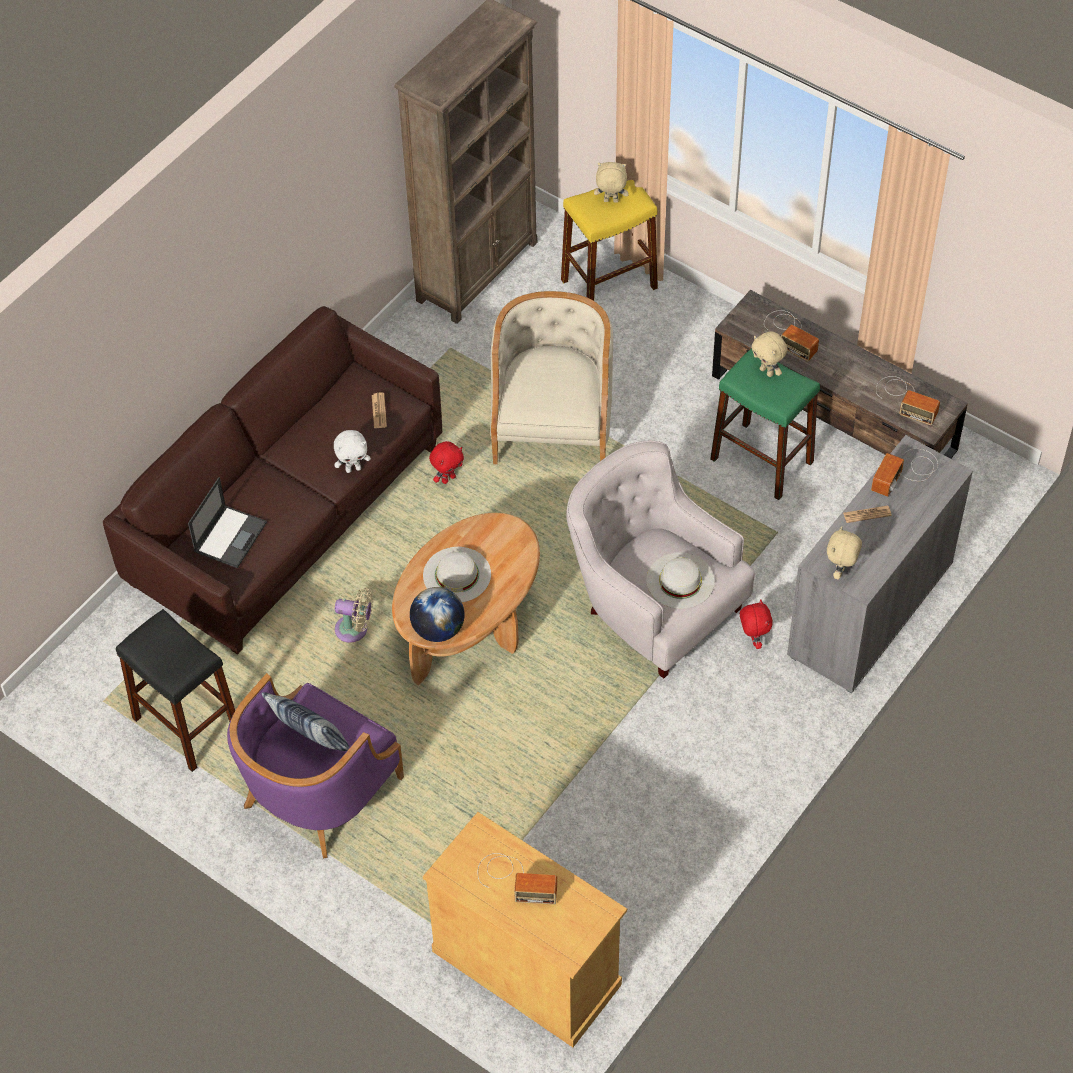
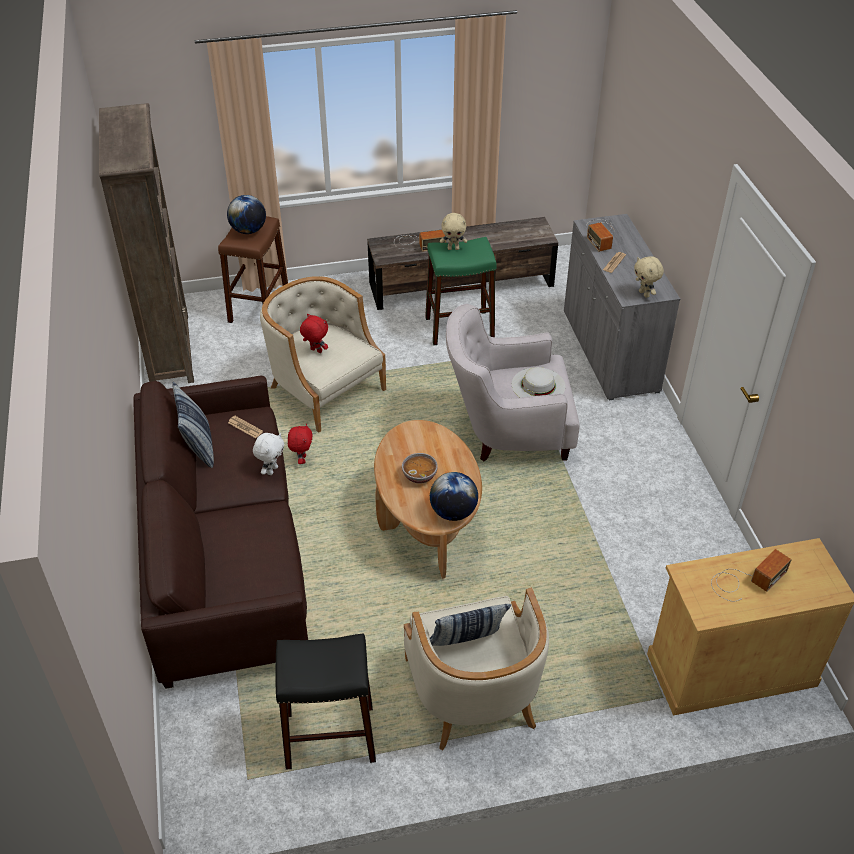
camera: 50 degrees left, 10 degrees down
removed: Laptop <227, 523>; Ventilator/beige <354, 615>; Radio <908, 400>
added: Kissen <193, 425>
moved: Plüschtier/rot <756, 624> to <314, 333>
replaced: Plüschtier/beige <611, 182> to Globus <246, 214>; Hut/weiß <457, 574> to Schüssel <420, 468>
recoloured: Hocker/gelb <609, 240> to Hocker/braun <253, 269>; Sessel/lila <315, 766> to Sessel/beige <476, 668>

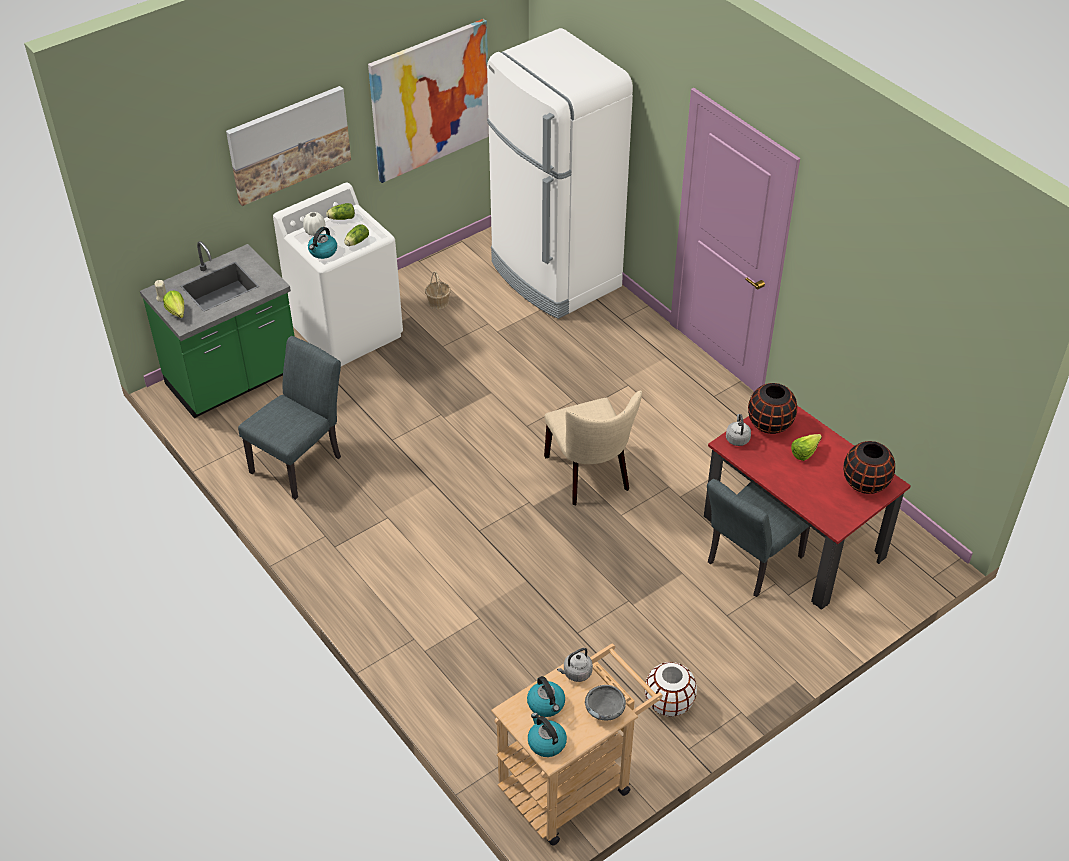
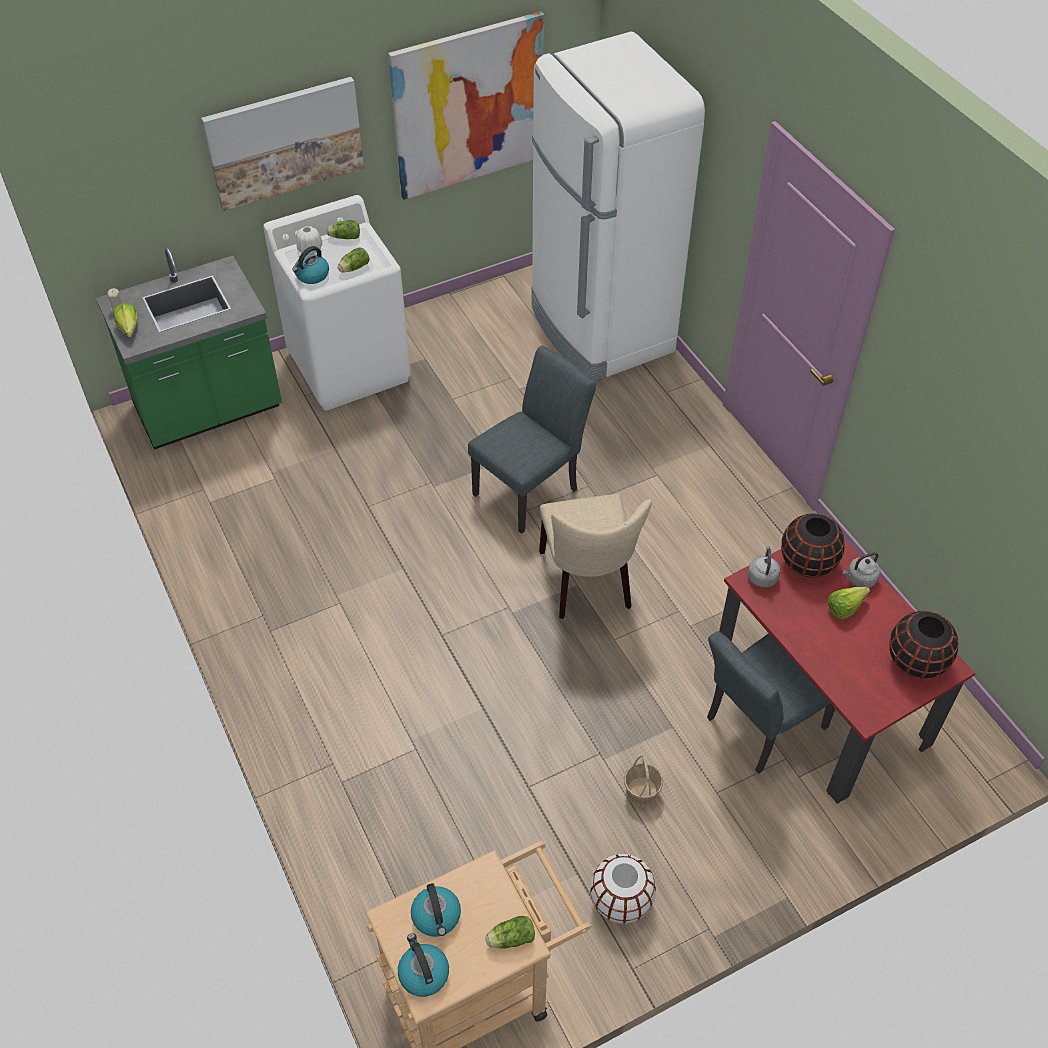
camera: 10 degrees right, 5 degrees up
moved: Stuhl/grau <289, 418> to <532, 440>; Korb <438, 290> to <643, 781>; Wasserkessel/grau <575, 665> to <861, 570>
replaced: Schüssel/grau <605, 703> to Salatkopf <510, 932>

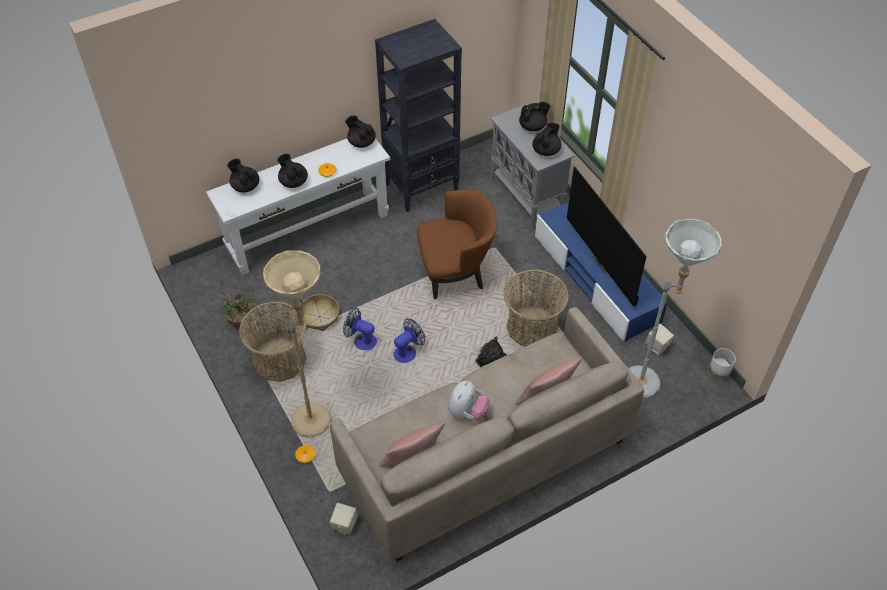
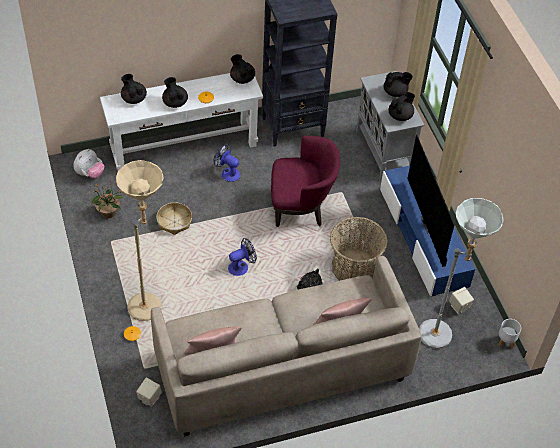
camera: 10 degrees right, 0 degrees up
removed: Korb <273, 341>
moved: Plüschtier <469, 400> to <89, 164>; Ventilator <360, 329> to <226, 163>
recoloured: Sessel/braun <457, 244> to Sessel/lila <305, 181>

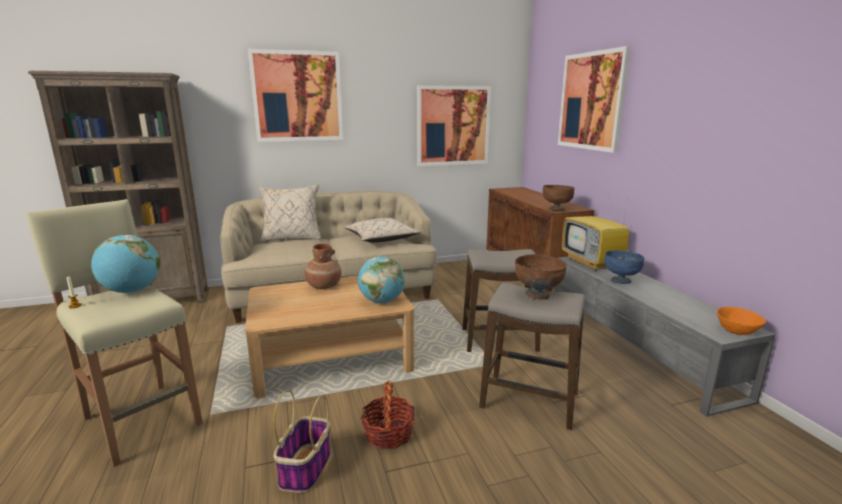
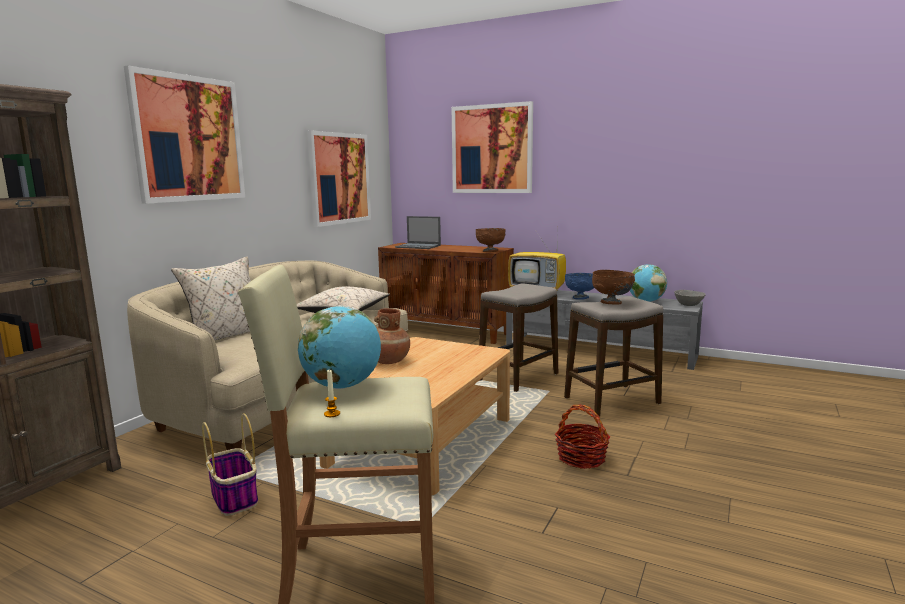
camera: 45 degrees left, 5 degrees down
added: Laptop <418, 232>
moved: Korb <302, 441> to <230, 464>; Globus <381, 280> to <648, 283>
recoloured: Schüssel/orange <741, 321> to Schüssel/grau <690, 298>

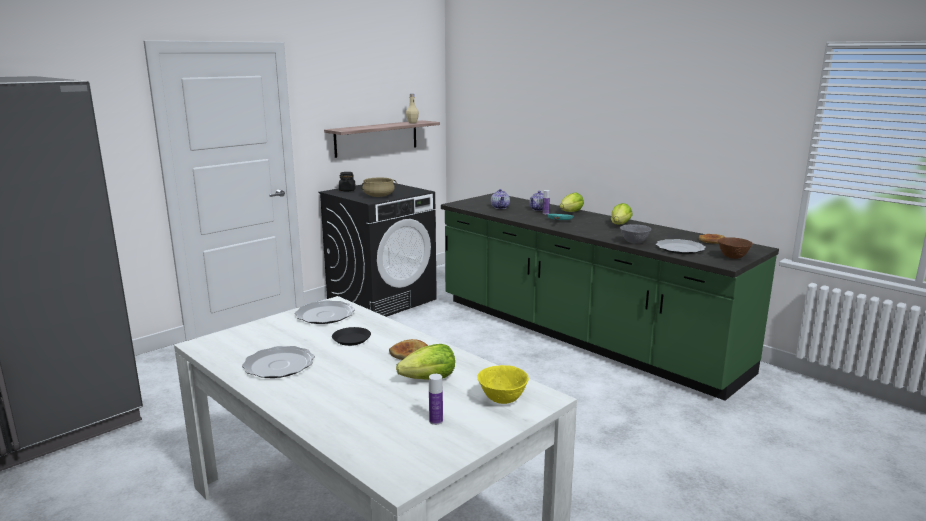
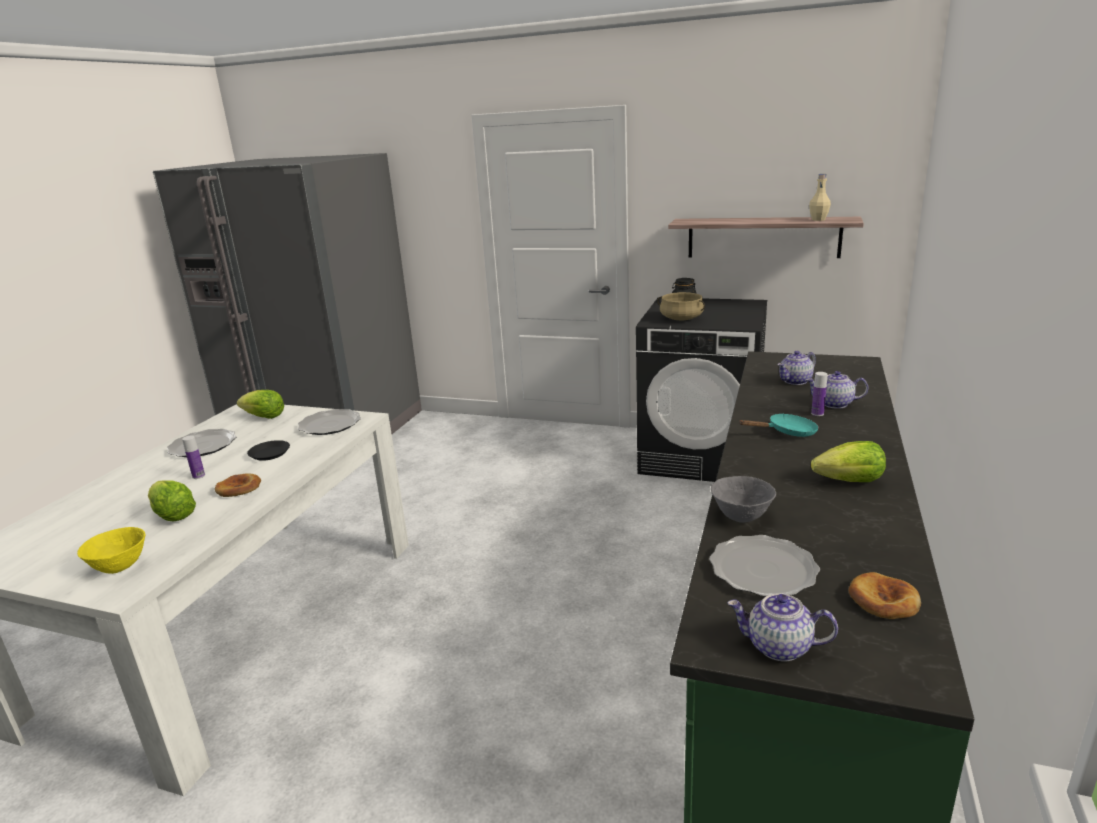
camera: 65 degrees right, 5 degrees up
moved: Flasche <436, 399> to <193, 457>; Salatkopf <572, 202> to <260, 404>
replaced: Schüssel/braun <735, 248> to Teekanne <782, 627>

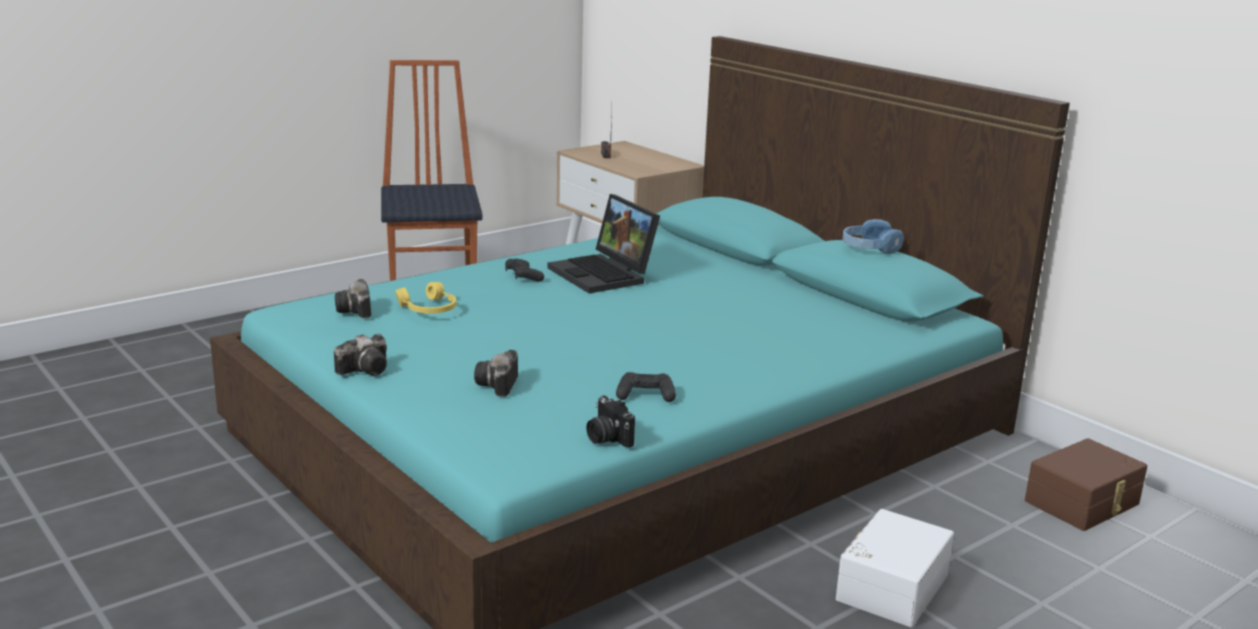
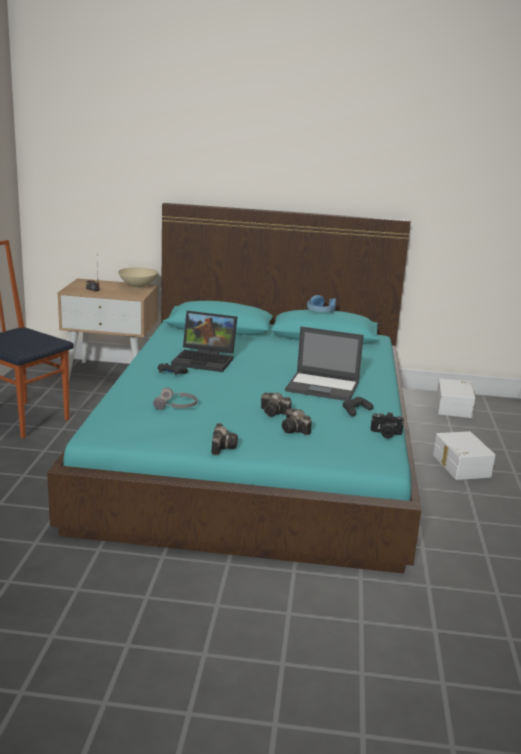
camera: 45 degrees left, 0 degrees up
added: Schüssel/beige <138, 277>; Laptop <324, 363>
moved: Kamera <353, 298> to <276, 404>
recoloured: Kopfhörer/gelb <425, 298> to Kopfhörer/grau <175, 399>; Aufbewahrungsbox/braun <1086, 484> to Aufbewahrungsbox/weiß <455, 398>

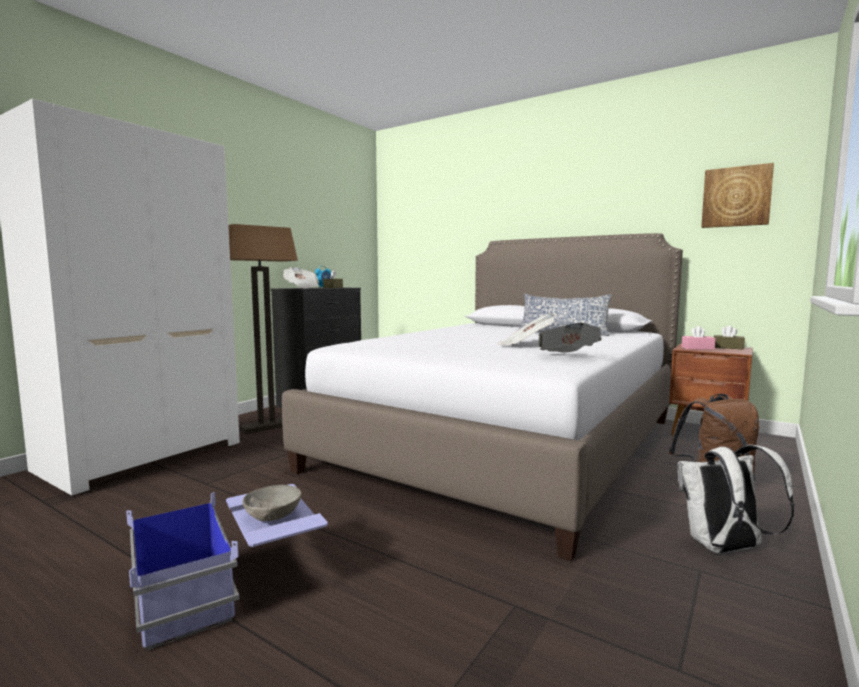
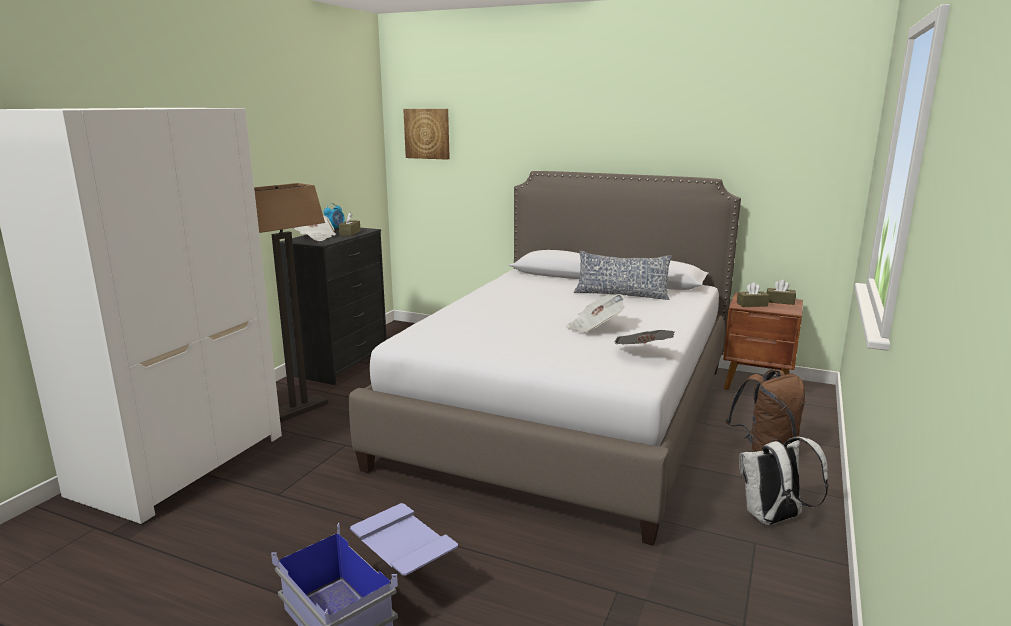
camera: 10 degrees left, 10 degrees up
removed: Schüssel/grau <271, 503>
moved: Bild <737, 195> to <426, 134>
recoloured: Taschentuchbox/rosa <698, 338> to Taschentuchbox/braun <753, 294>

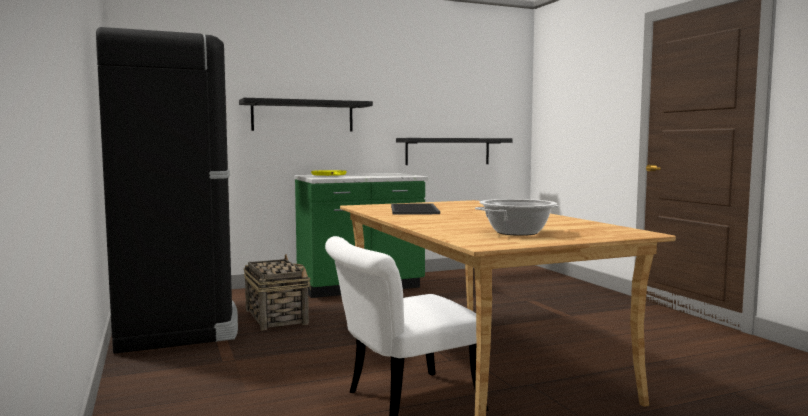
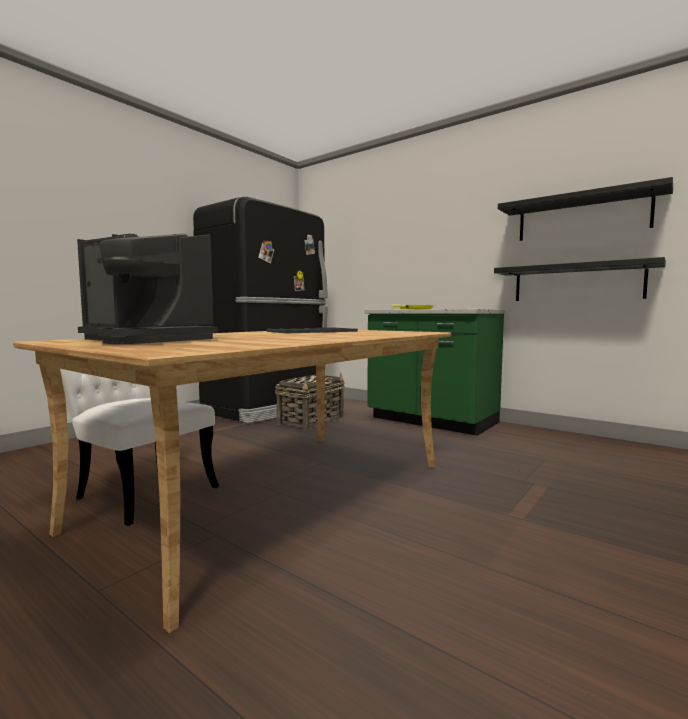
camera: 60 degrees right, 0 degrees up
moved: Wandregal/schwarz <306, 115> to <585, 209>
replaced: Kochtopf <517, 217> to Kaffeemaschine <147, 288>

